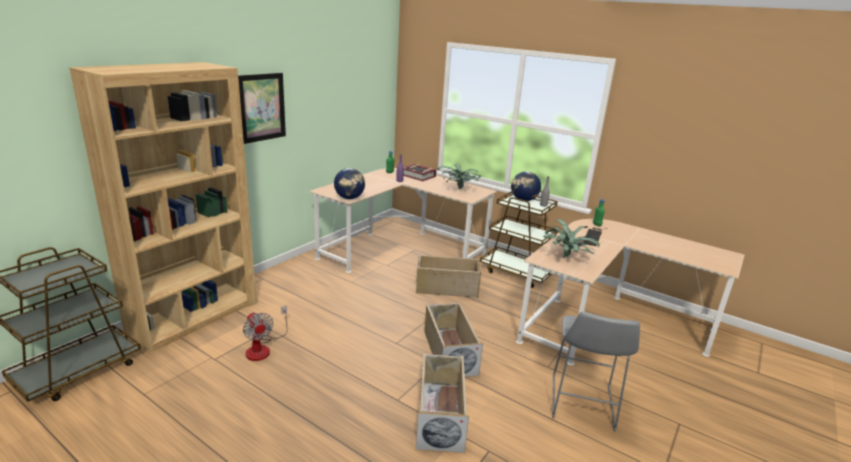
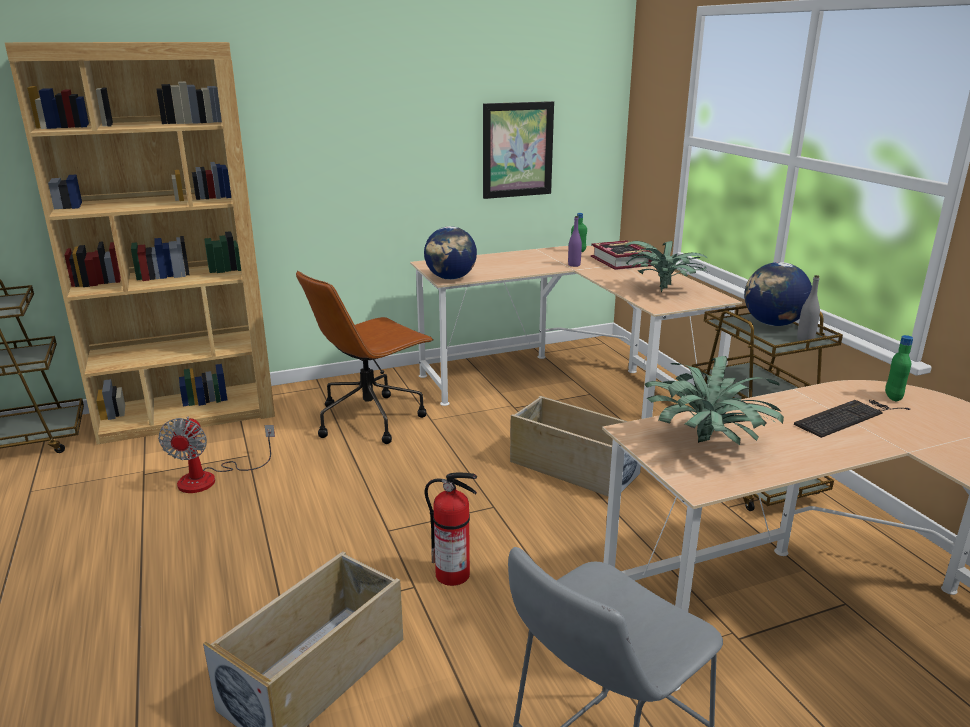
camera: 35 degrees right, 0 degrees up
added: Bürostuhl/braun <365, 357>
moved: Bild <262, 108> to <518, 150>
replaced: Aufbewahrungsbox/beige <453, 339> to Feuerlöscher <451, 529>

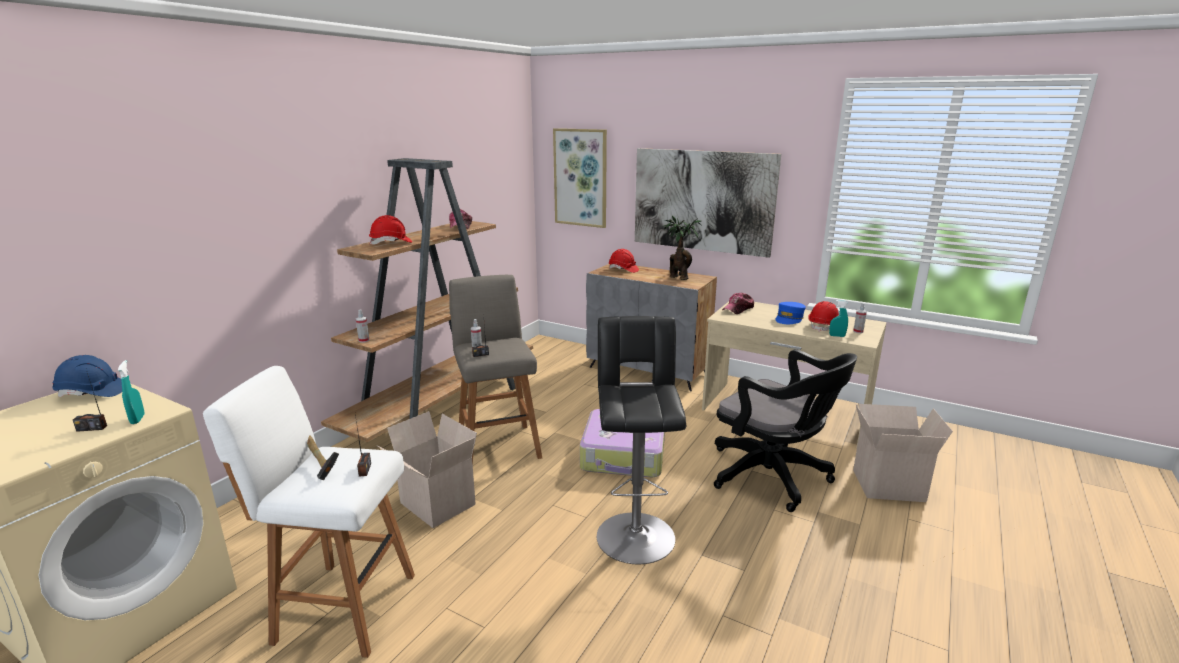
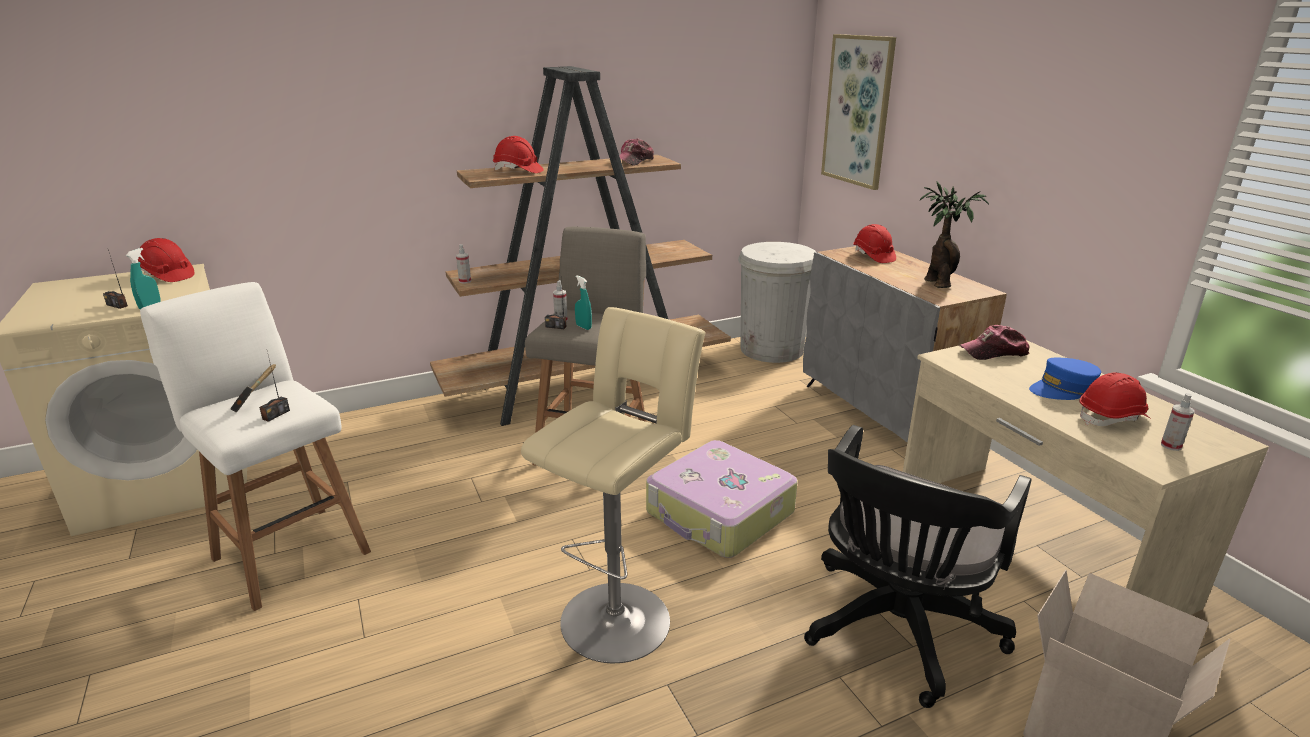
camera: 35 degrees right, 5 degrees up
removed: Karton <426, 469>; Bild <708, 203>
added: Mülleimer/weiß <777, 302>
moved: Sprühflasche/türkis <838, 318> to <583, 302>
recoloured: Schutzhelm/blau <87, 376> to Schutzhelm/rot <166, 260>; Hocker/schwarz <641, 440> to Hocker/beige <613, 485>
turned: Bürostuhl/schwarz <785, 430> = <918, 566> 45 degrees clockwise

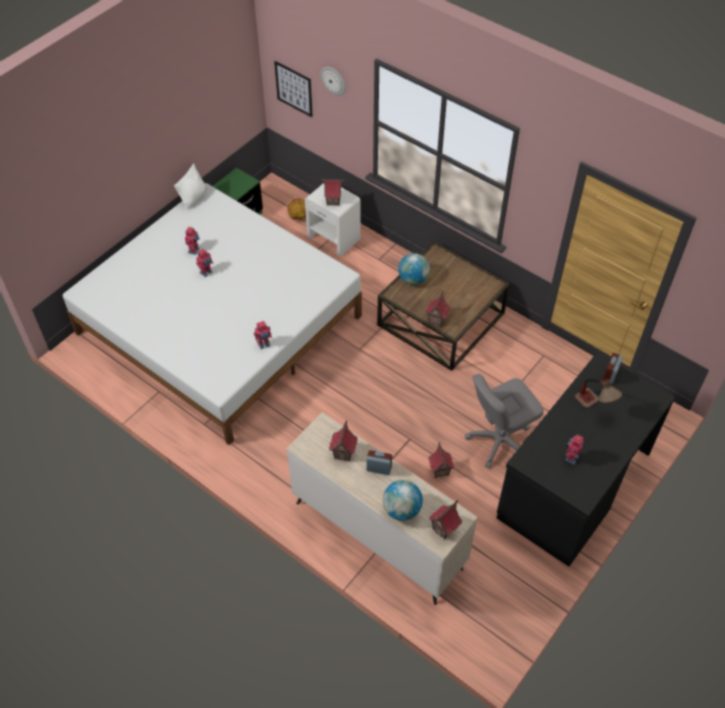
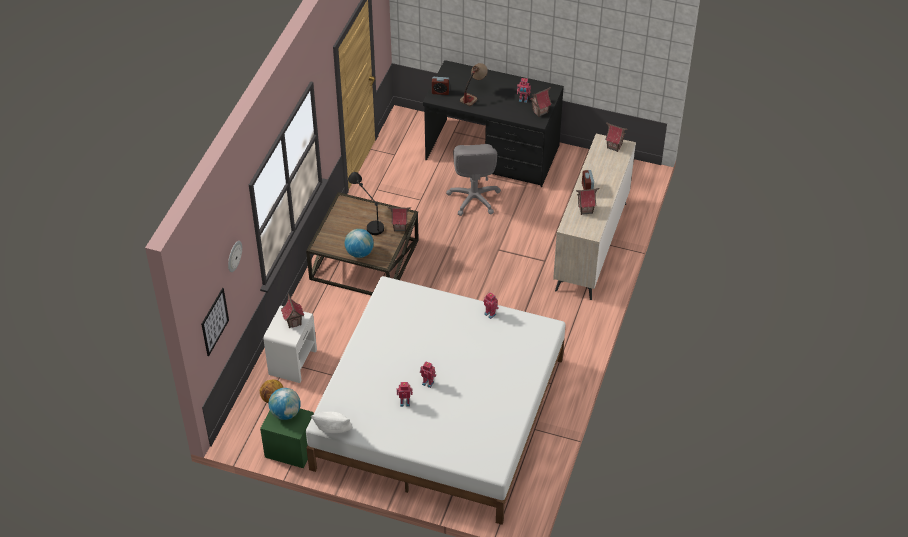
camera: 110 degrees left, 5 degrees down
added: Tischlampe/schwarz <366, 203>
moved: Globus <403, 500> to <285, 404>; Spielzeughaus <441, 460> to <541, 102>
turned: Bürostuhl/grau <504, 421> = <473, 180> 45 degrees clockwise

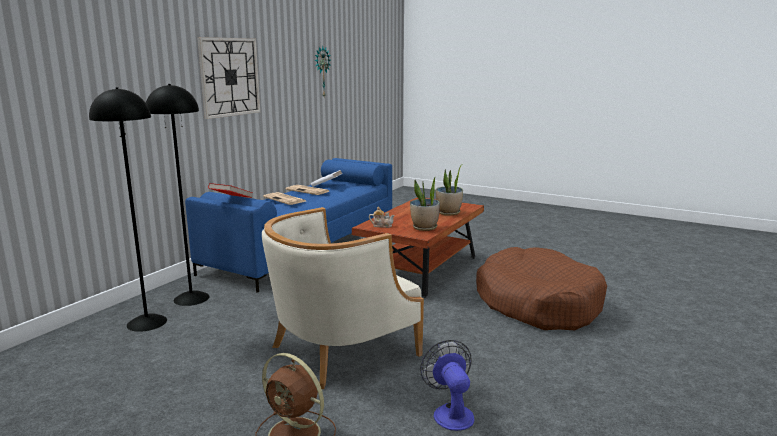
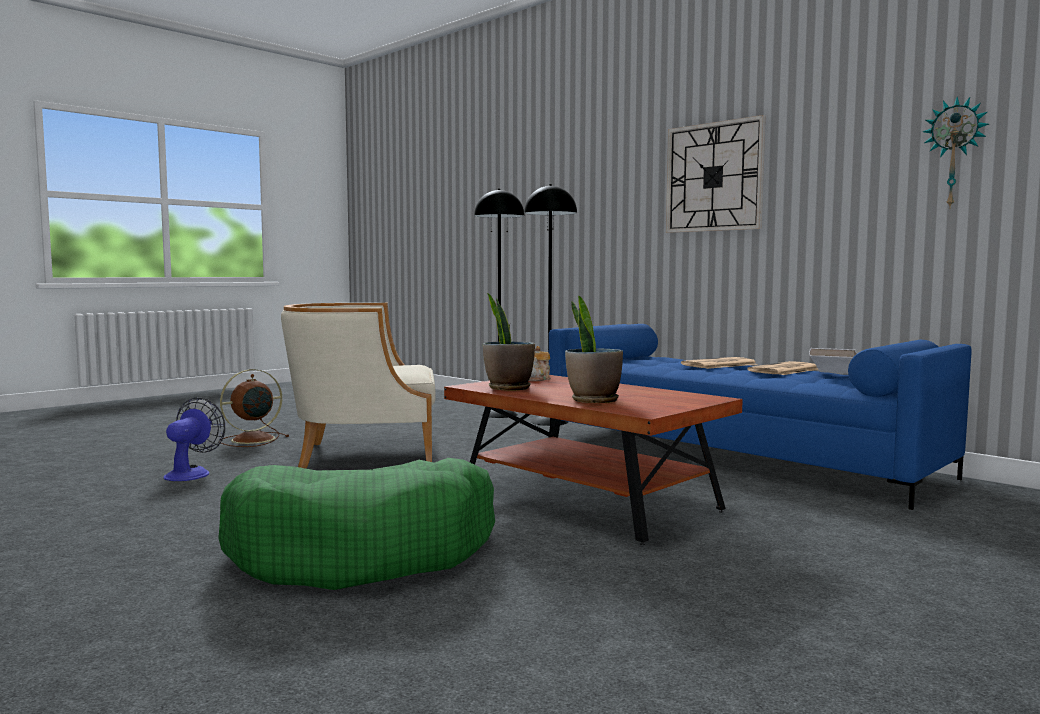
camera: 105 degrees right, 10 degrees down
removed: Buch/rot <230, 190>
recoloured: Hundebett/braun <541, 288> to Hundebett/grün <356, 524>
turned: Ventilator <447, 385> = <194, 439> 75 degrees counterclockwise; Sessel/beige <343, 298> = <358, 385> 75 degrees counterclockwise

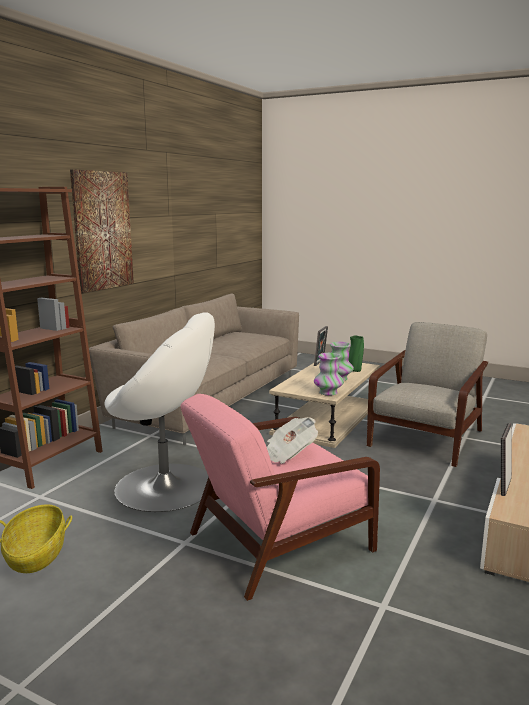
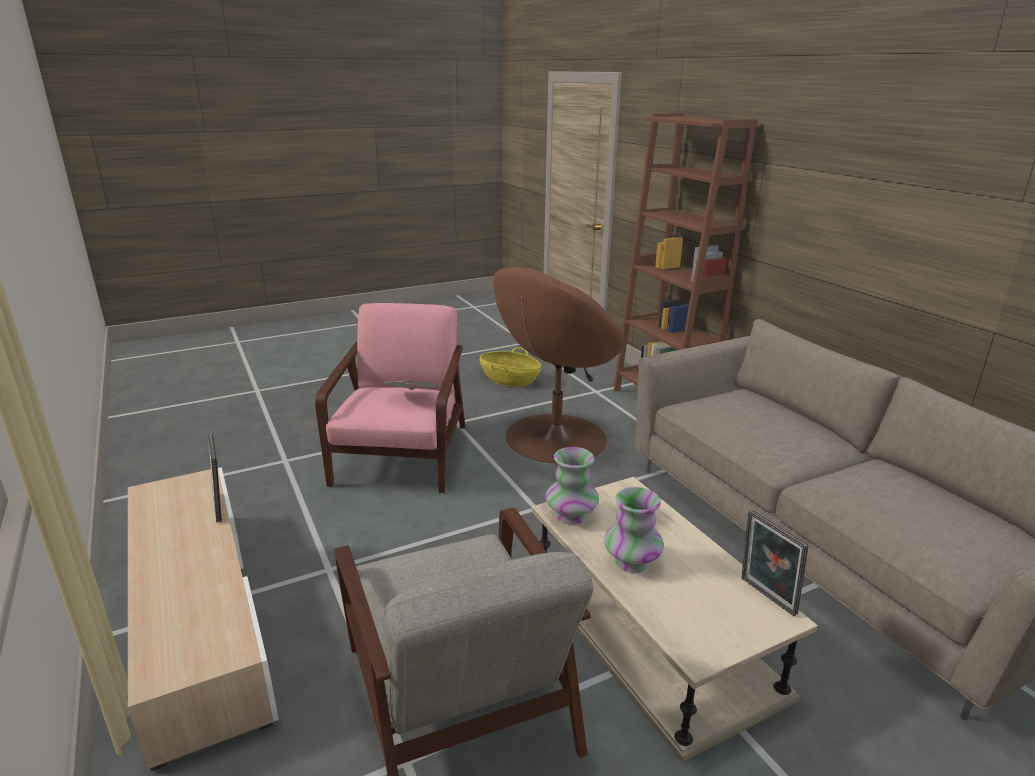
camera: 125 degrees right, 10 degrees up
removed: Bild <102, 231>; Vase/grün <356, 354>
recoloured: Sessel/weiß <159, 412> to Sessel/braun <558, 365>

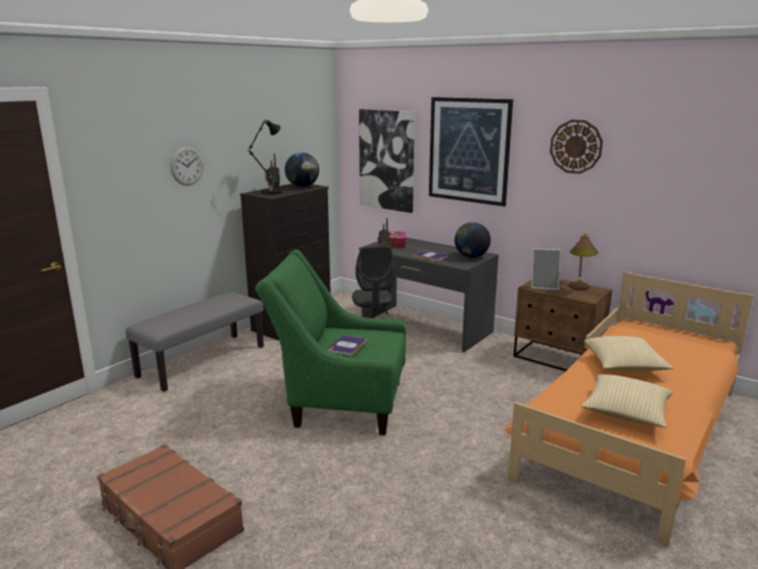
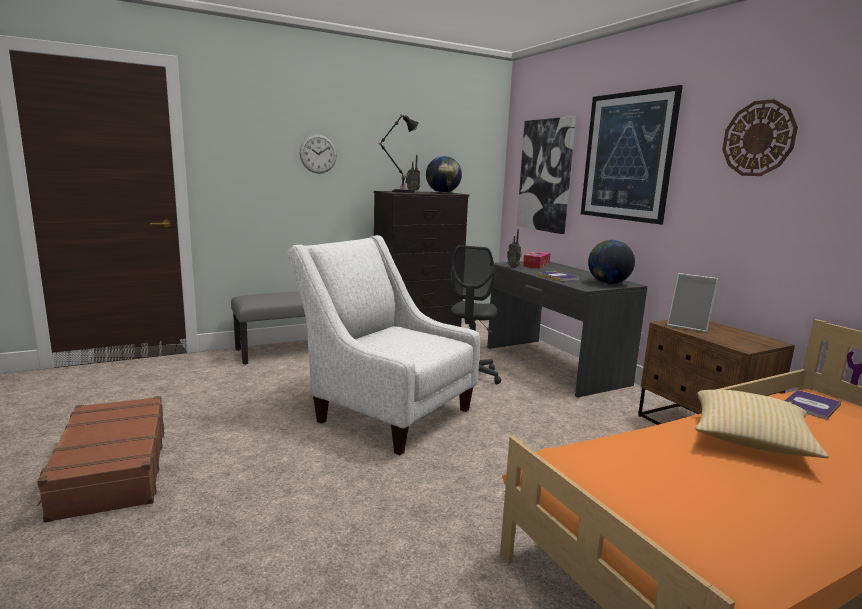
camera: 25 degrees right, 5 degrees down
removed: Tischlampe/braun <583, 261>; Kissen <627, 401>
moved: Buch <347, 345> to <813, 405>
recoloured: Sessel/grün <330, 342> to Sessel/weiß <383, 345>

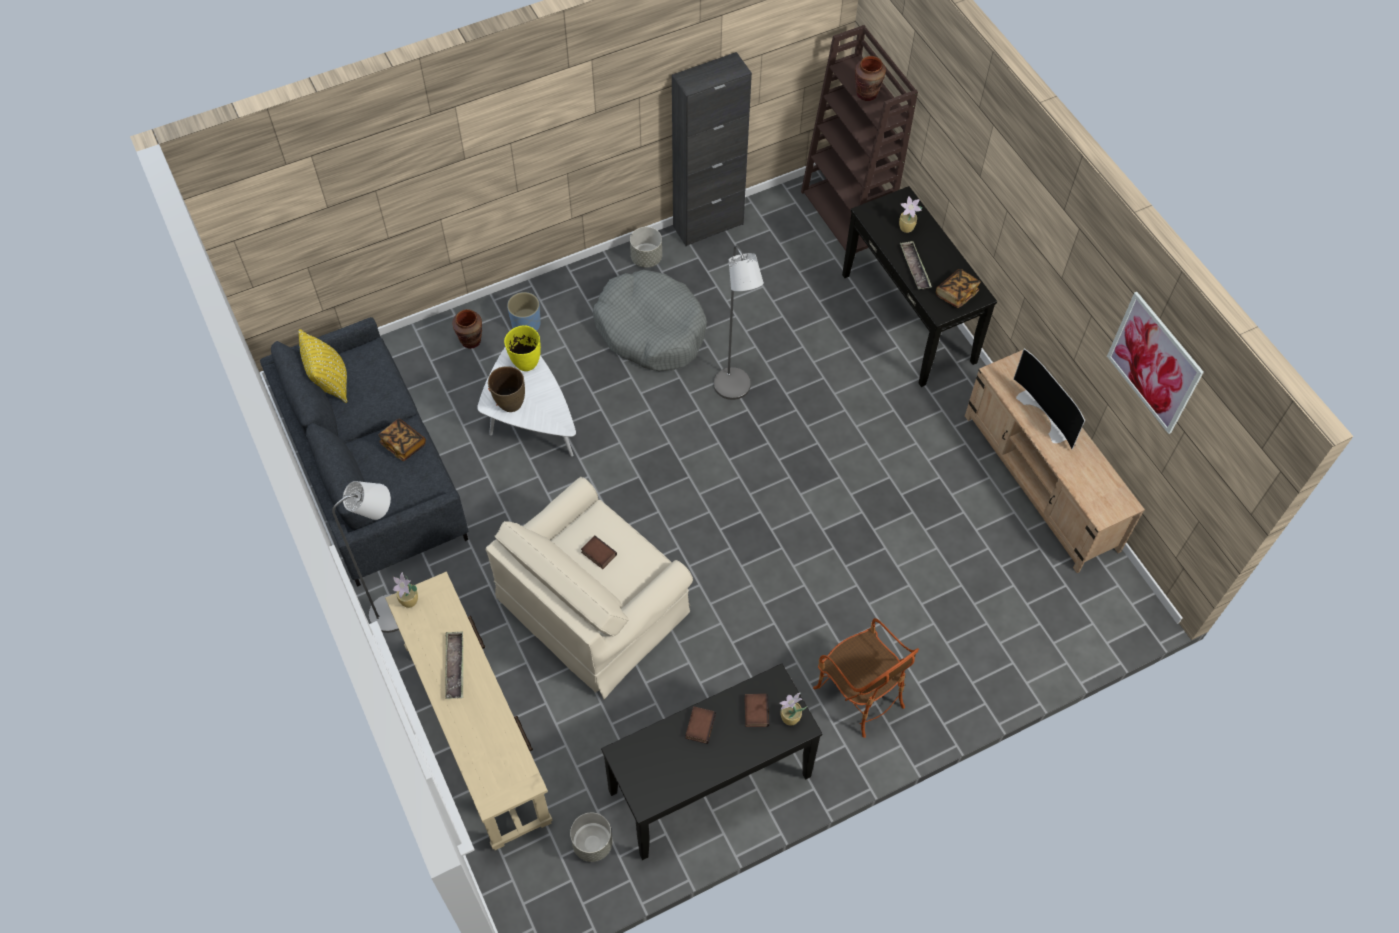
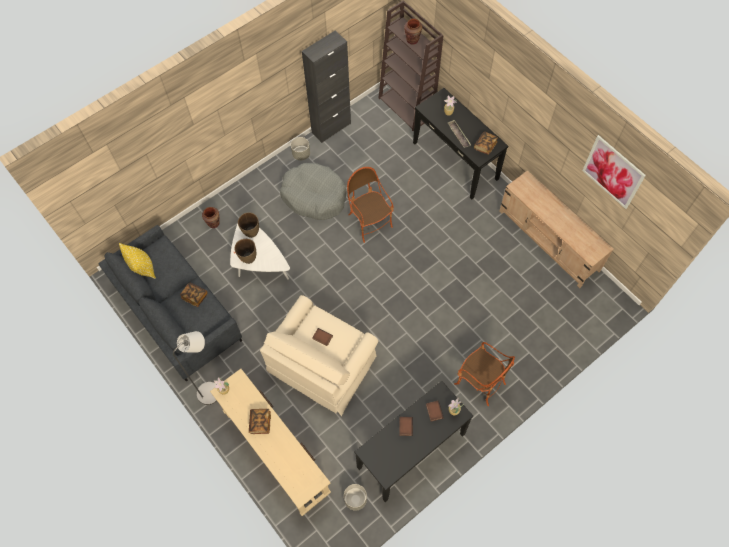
camera: 10 degrees left, 5 degrees up
removed: Pflanzkübel/blau <524, 311>; Fernseher <1049, 399>
replaced: Tablett <454, 665> to Buch <260, 421>; Stehlampe/grau <739, 323> to Sessel <370, 205>
recoloured: Vase/gelb <522, 348> to Vase/braun <248, 225>

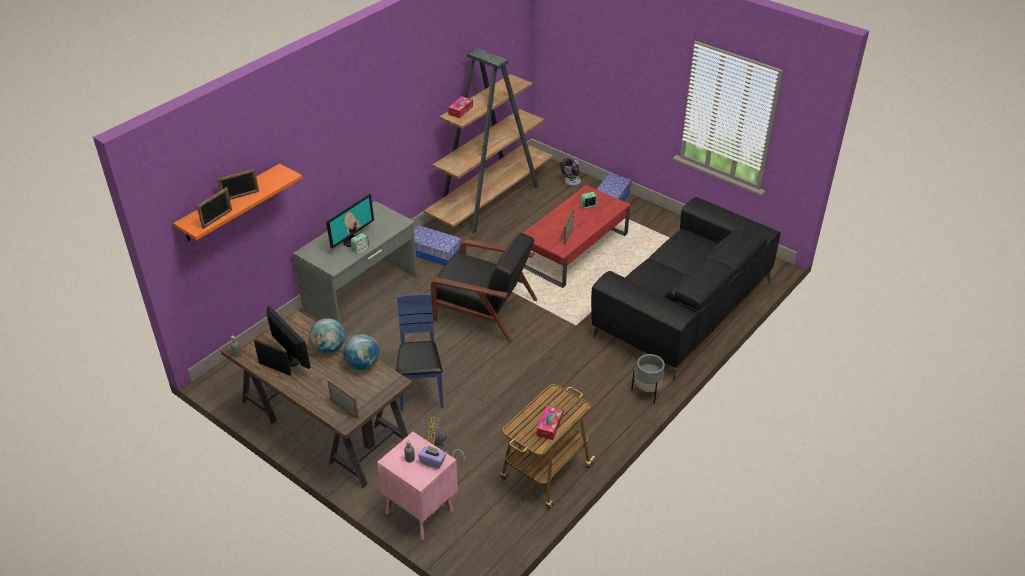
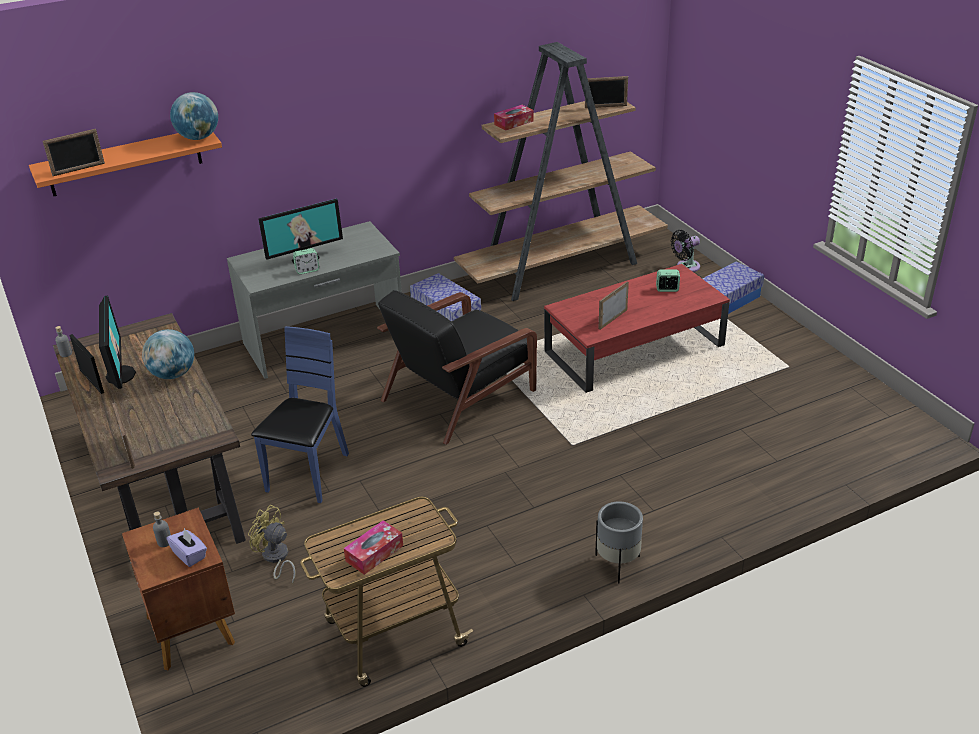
camera: 25 degrees right, 5 degrees down
removed: Sofa/schwarz <686, 288>
moved: Globus <361, 352> to <194, 116>; Bilderrahmen <238, 184> to <606, 92>
recoloured: Nachttisch/rosa <417, 486> to Nachttisch/braun <178, 589>
turned: Sessel/schwarz <483, 287> = <457, 367> 90 degrees clockwise

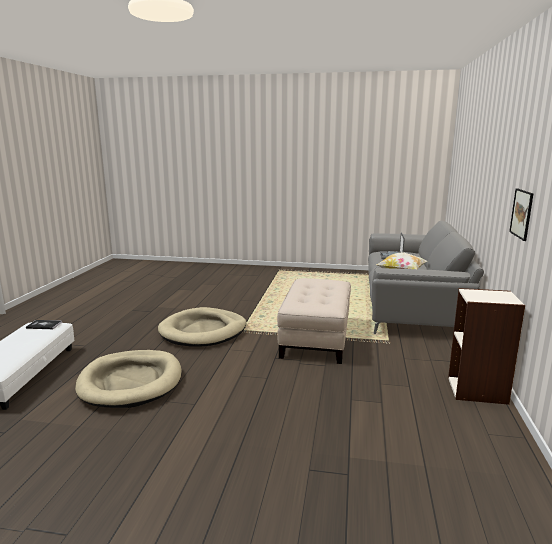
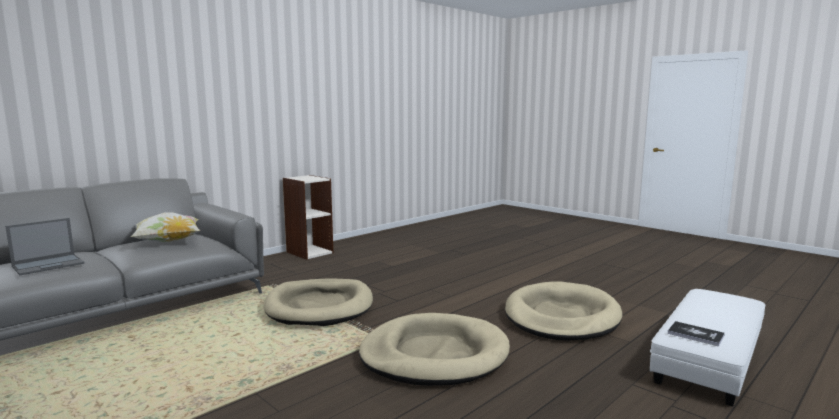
camera: 145 degrees left, 5 degrees down
removed: Bild <521, 214>
replaced: Polsterhocker/beige <314, 321> to Hundebett/beige <318, 302>

